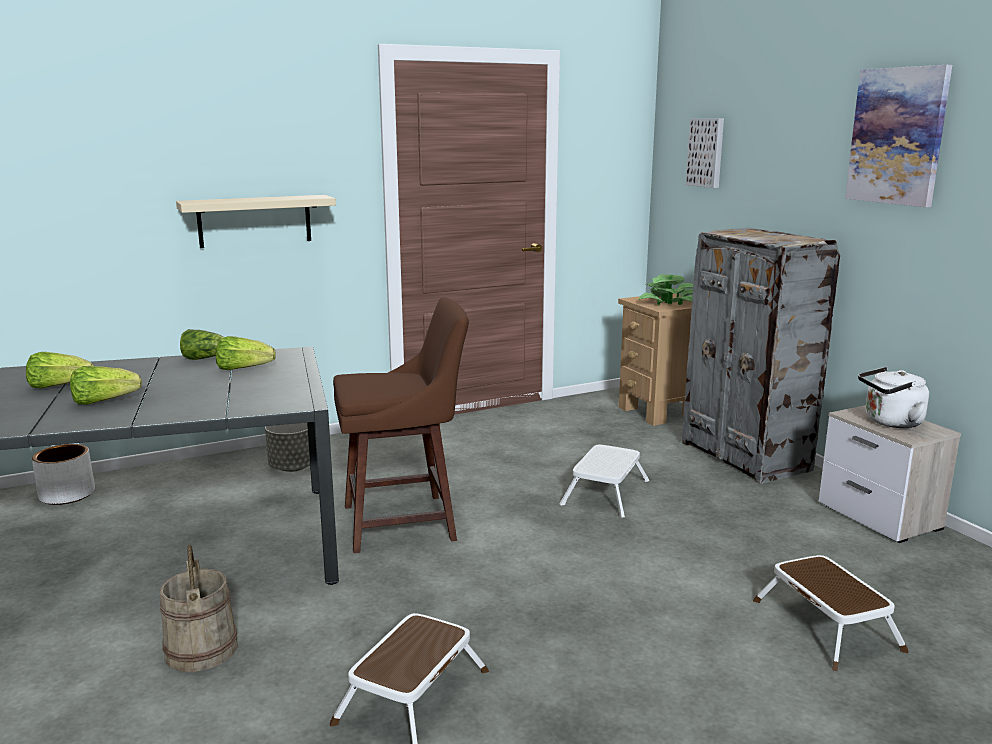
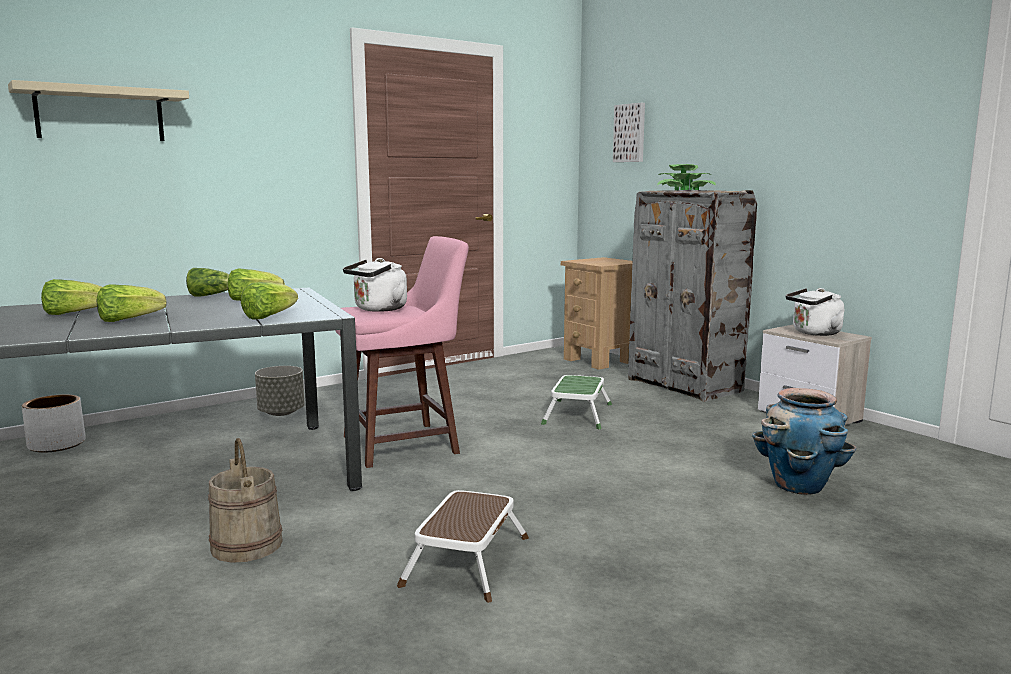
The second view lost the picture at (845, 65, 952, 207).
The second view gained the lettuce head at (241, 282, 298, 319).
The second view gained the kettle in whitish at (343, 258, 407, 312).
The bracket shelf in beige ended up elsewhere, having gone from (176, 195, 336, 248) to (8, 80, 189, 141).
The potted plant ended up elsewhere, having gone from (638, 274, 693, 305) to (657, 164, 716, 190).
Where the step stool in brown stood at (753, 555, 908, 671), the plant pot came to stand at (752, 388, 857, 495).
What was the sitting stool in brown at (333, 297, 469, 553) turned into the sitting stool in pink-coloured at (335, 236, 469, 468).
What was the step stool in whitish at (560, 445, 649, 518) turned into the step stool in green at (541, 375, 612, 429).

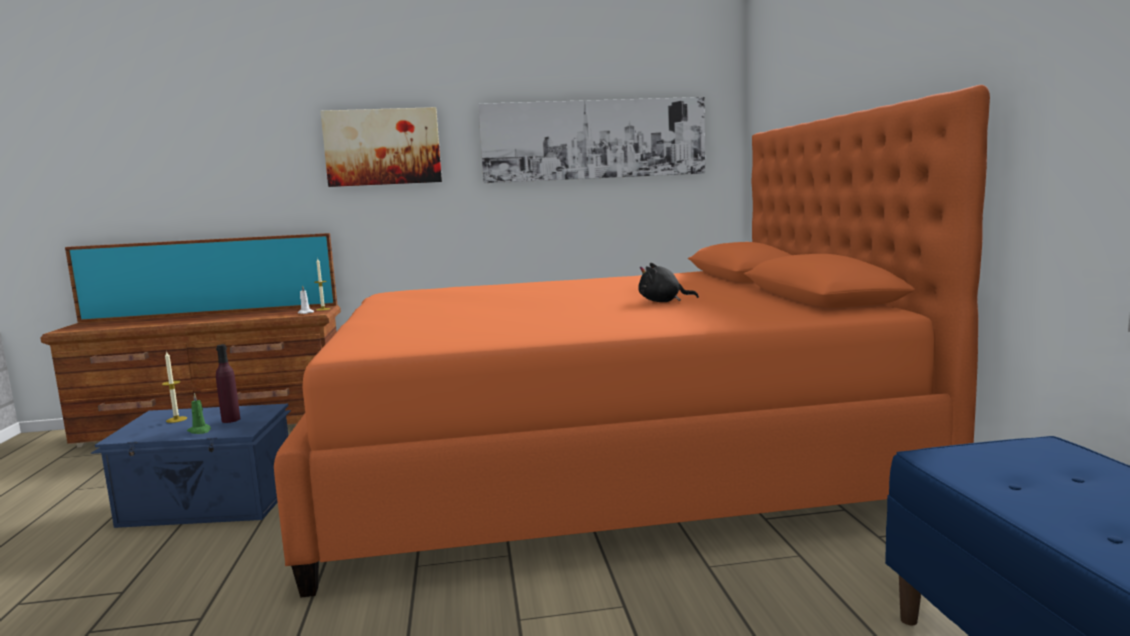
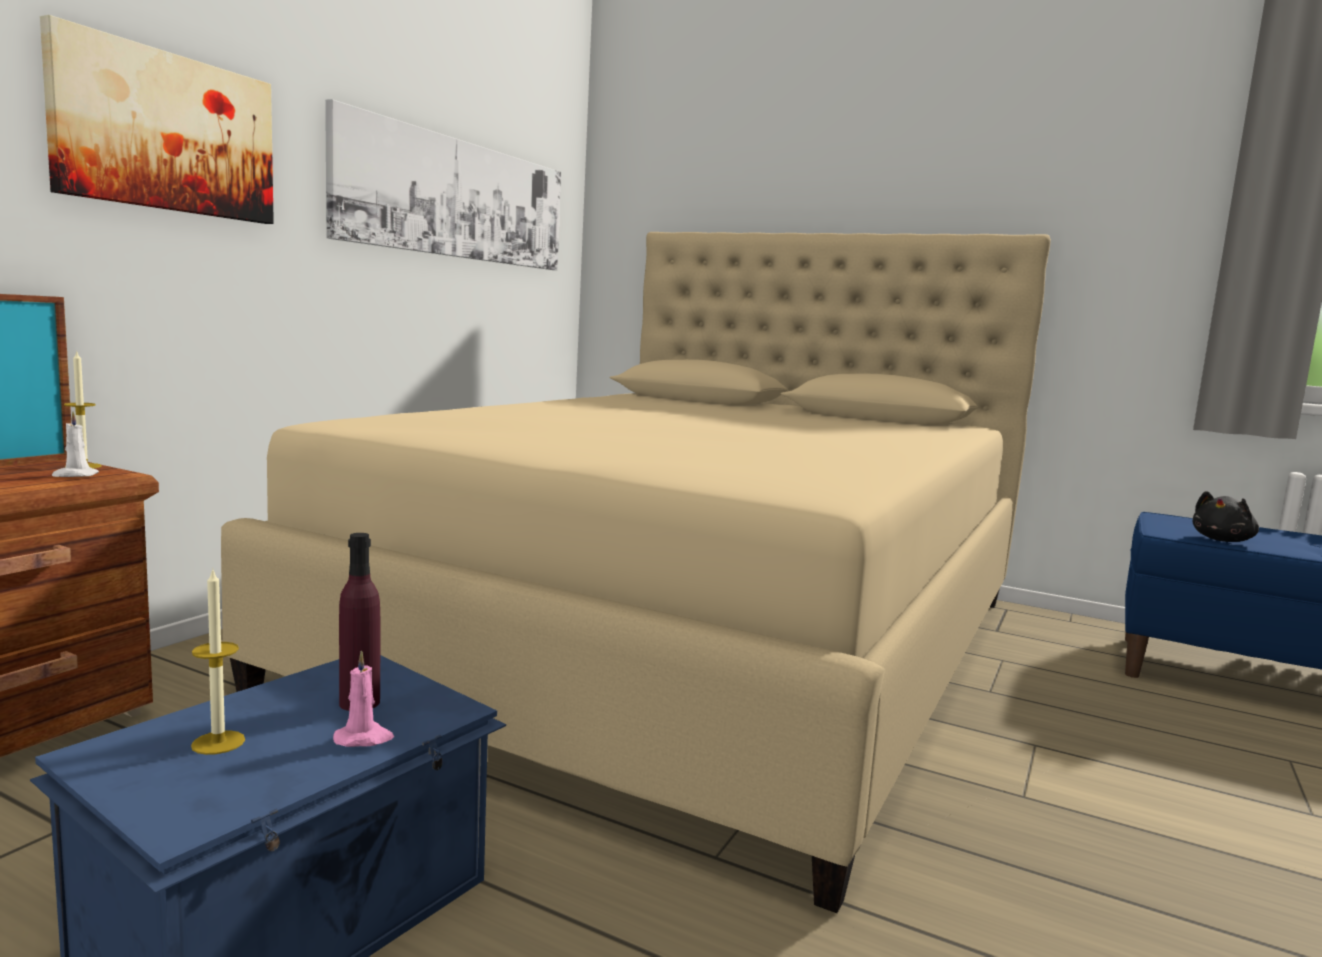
The plush toy in black ended up elsewhere, having gone from (638, 263, 699, 302) to (1192, 491, 1259, 542).
What was the wax candle in green at (187, 393, 211, 434) turned into the wax candle in pink-coloured at (333, 650, 394, 747).
What was the bed in orange at (274, 85, 990, 598) turned into the bed in beige at (221, 232, 1051, 913).

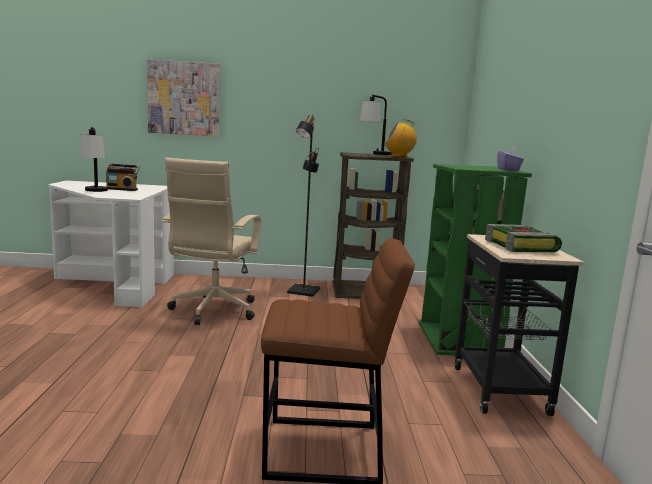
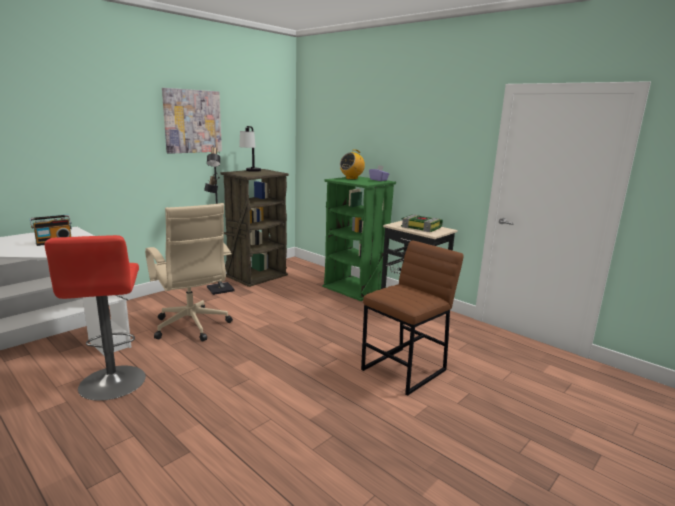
The second view lost the lamp for a table at (80, 127, 108, 192).
The second view gained the sitting stool in red-coloured at (45, 235, 146, 401).
The picture ended up elsewhere, having gone from (147, 59, 220, 137) to (162, 88, 222, 154).
The radio ended up elsewhere, having gone from (385, 119, 417, 157) to (340, 149, 365, 179).

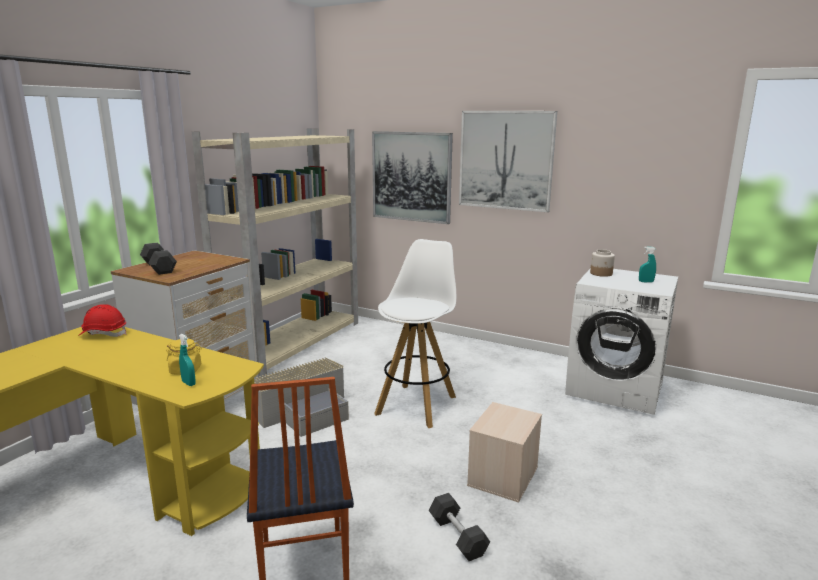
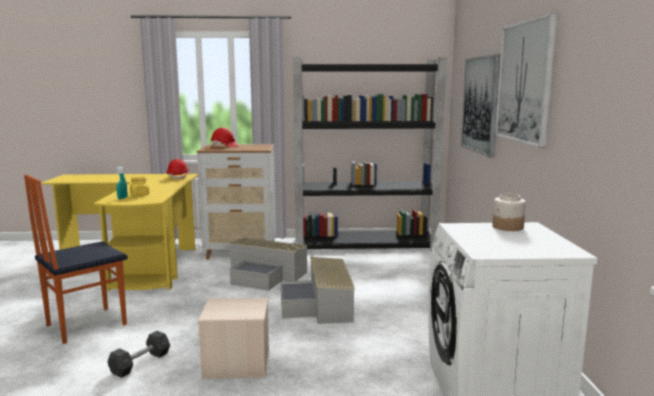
The second view lost the spray bottle in turquoise at (639, 247, 656, 283).
Where the dumbbell in grey stood at (140, 242, 177, 275), the hard hat in red-coloured came to stand at (211, 128, 238, 147).
Where the sitting stool in whitish stood at (374, 239, 456, 428), the storage box in grey came to stand at (281, 257, 355, 324).
What was the bookshelf in beige at (192, 128, 358, 378) turned into the bookshelf in black at (293, 57, 447, 251).

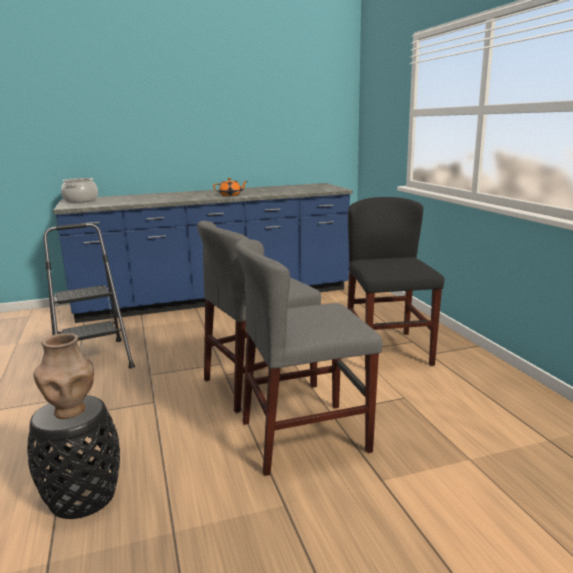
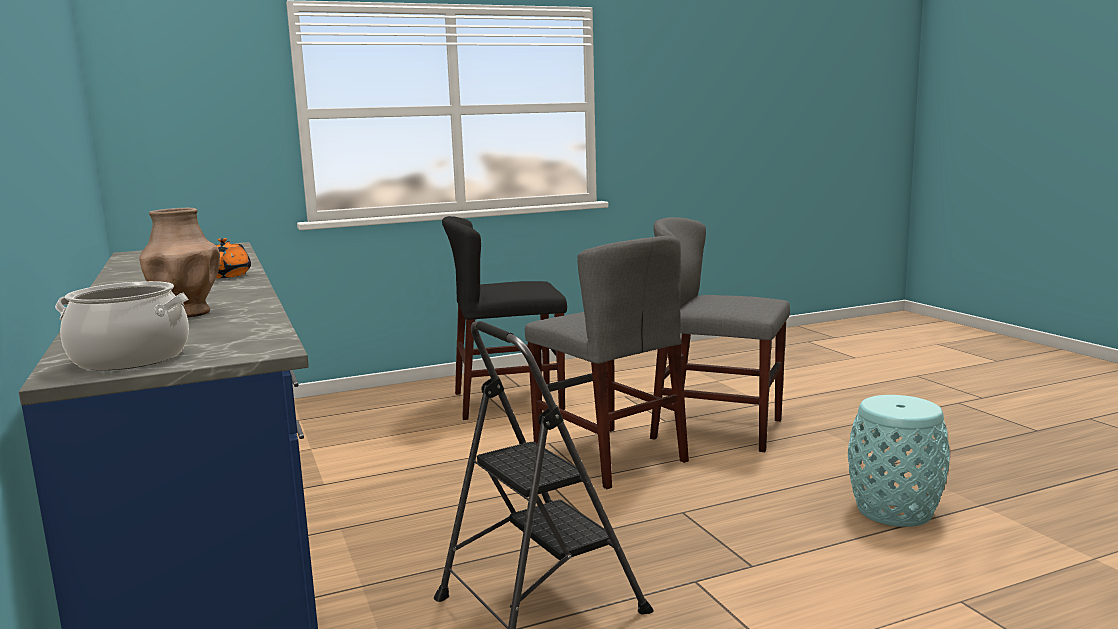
The vase in brown ended up elsewhere, having gone from (33, 333, 94, 419) to (139, 208, 220, 317).
What was the sitting stool in black at (28, 395, 120, 519) turned into the sitting stool in turquoise at (848, 395, 950, 527).
The plain chair in grey at (235, 239, 383, 476) ended up facing another way, 135 degrees clockwise from before.

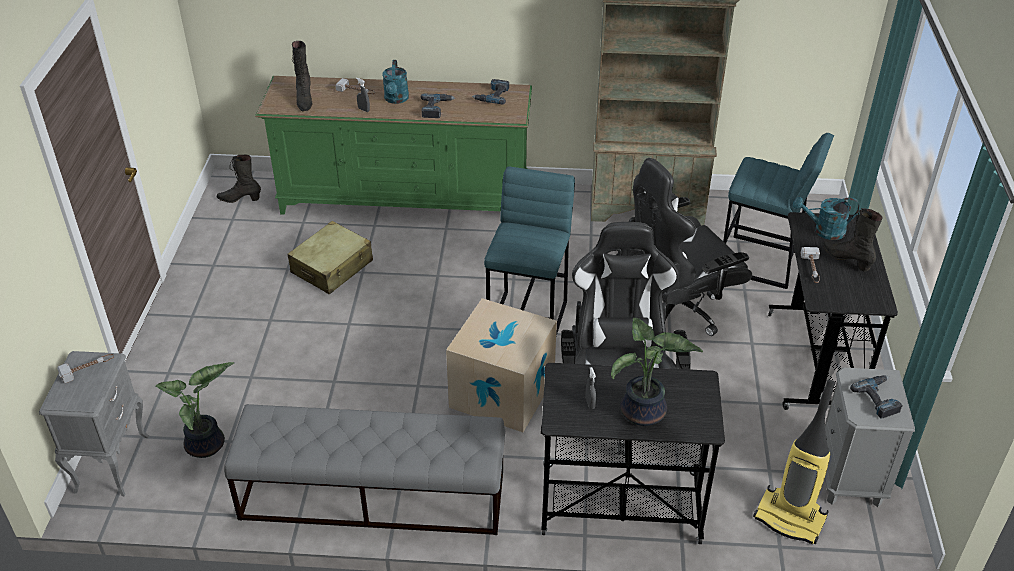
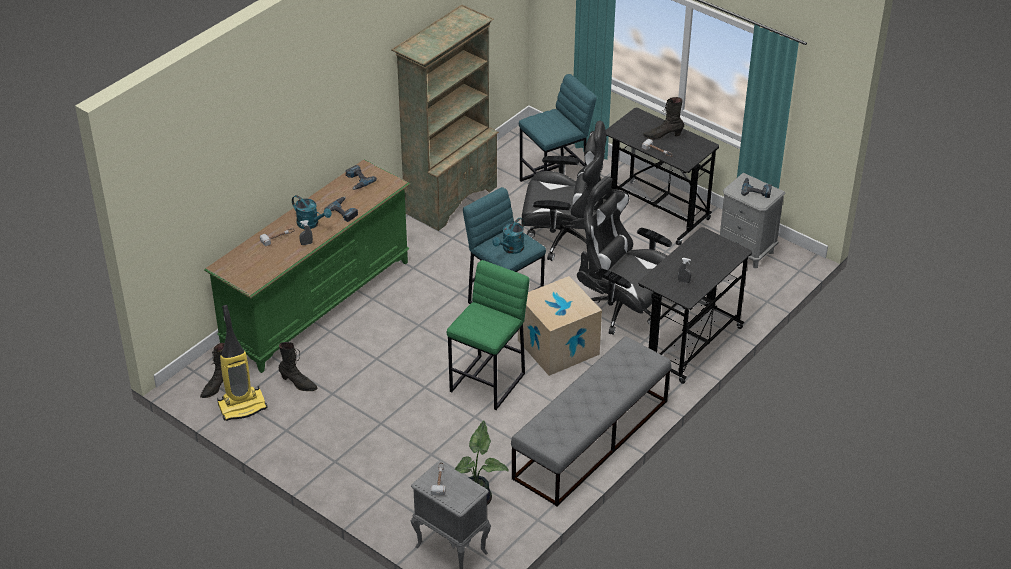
The second view lost the travel case in beige at (288, 221, 373, 295).
The second view lost the potted plant at (611, 318, 703, 426).
The second view gained the sitting stool in green at (447, 260, 529, 410).
The high-top boot in black ended up elsewhere, having gone from (292, 41, 313, 112) to (279, 342, 317, 391).
The vacuum cleaner ended up elsewhere, having gone from (753, 379, 835, 544) to (217, 305, 268, 421).
The sprinkling can in turquoise ended up elsewhere, having gone from (793, 197, 859, 240) to (492, 218, 524, 254).
The desk chair in black at (629, 158, 752, 336) ended up facing another way, 90 degrees counterclockwise from before.

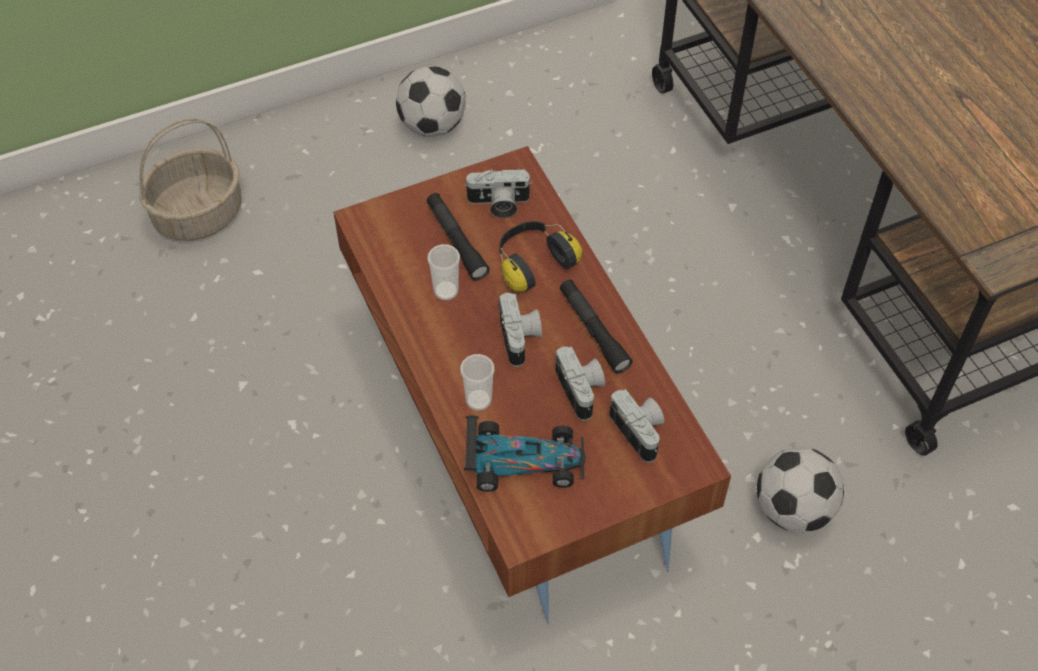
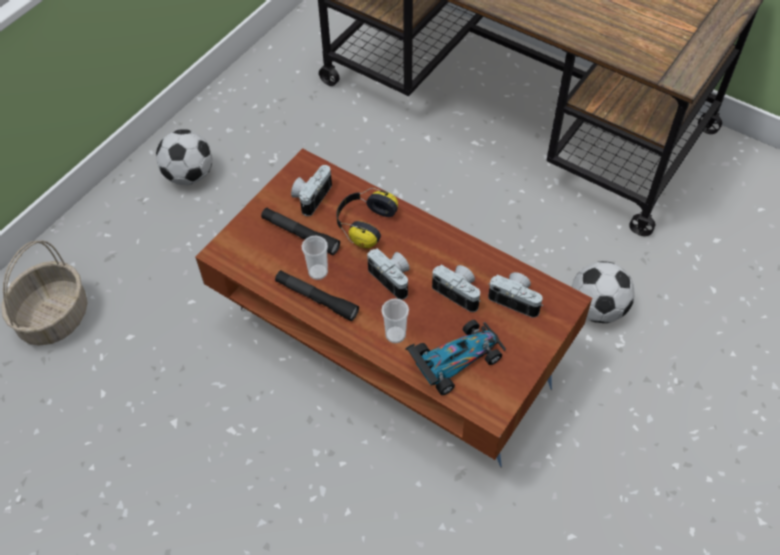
The torch in black ended up elsewhere, having gone from (560, 280, 633, 374) to (275, 270, 359, 321).
The still camera at (464, 169, 532, 218) ended up facing another way, 150 degrees clockwise from before.

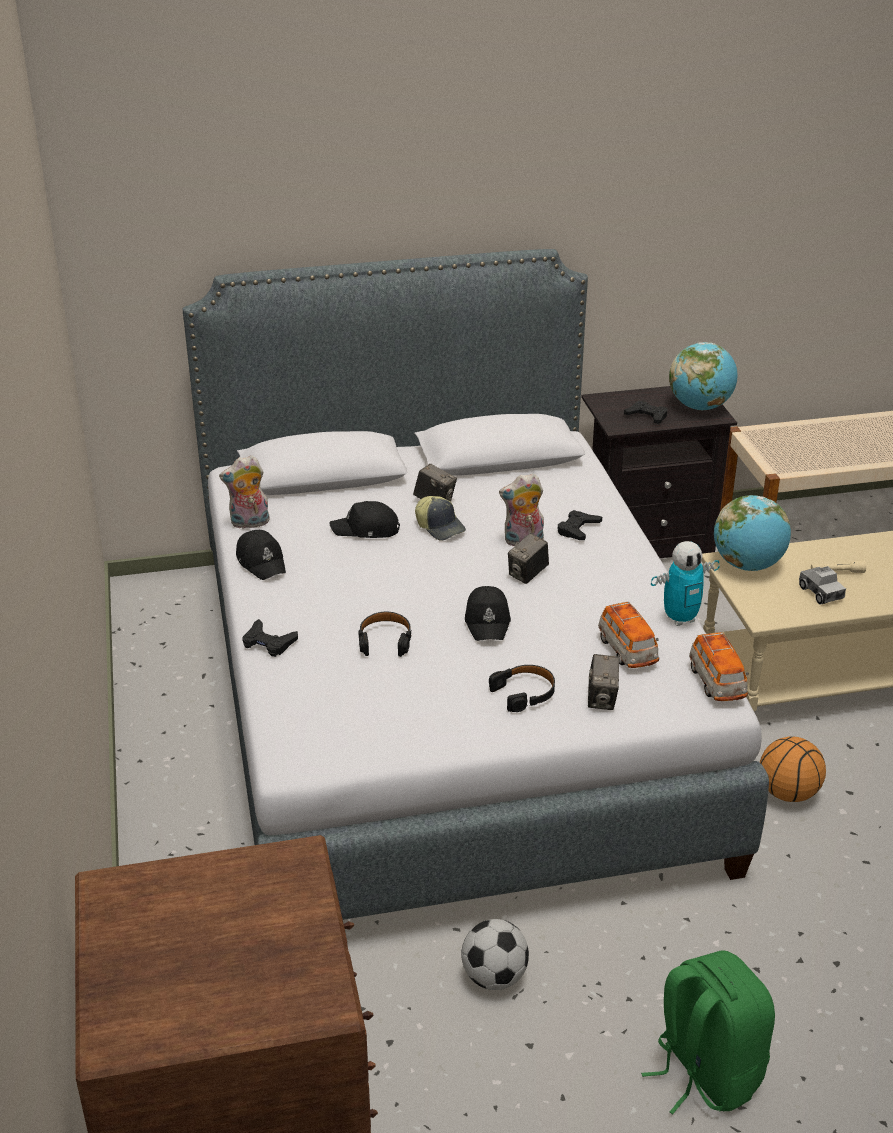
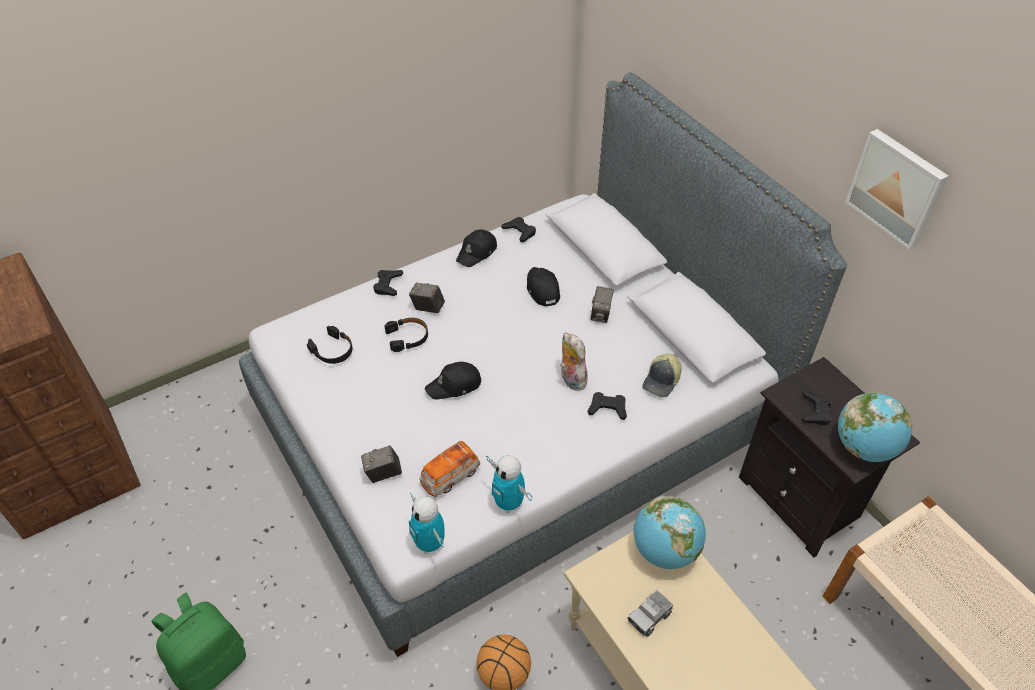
The second view lost the ball for football at (461, 919, 529, 990).
The second view lost the torch in beige at (811, 560, 866, 573).
The second view gained the picture at (845, 129, 949, 250).
The peaked cap ended up elsewhere, having gone from (415, 496, 466, 541) to (643, 354, 682, 397).
The headphones in black ended up elsewhere, having gone from (489, 665, 555, 712) to (307, 326, 352, 364).
The still camera ended up elsewhere, having gone from (508, 533, 549, 584) to (409, 282, 445, 314).
Where the plush toy stood at (219, 455, 270, 529), the game controller in black came to stand at (502, 217, 536, 242).
Where the toy car stood at (689, 632, 749, 701), the model robot came to stand at (409, 492, 445, 554).

